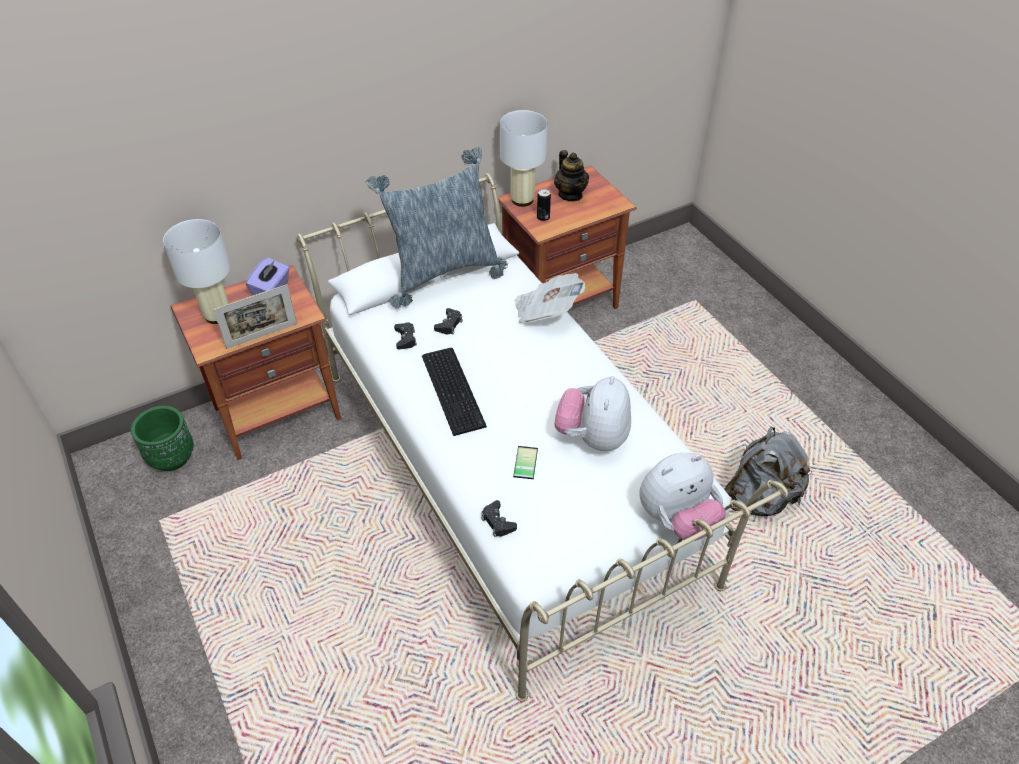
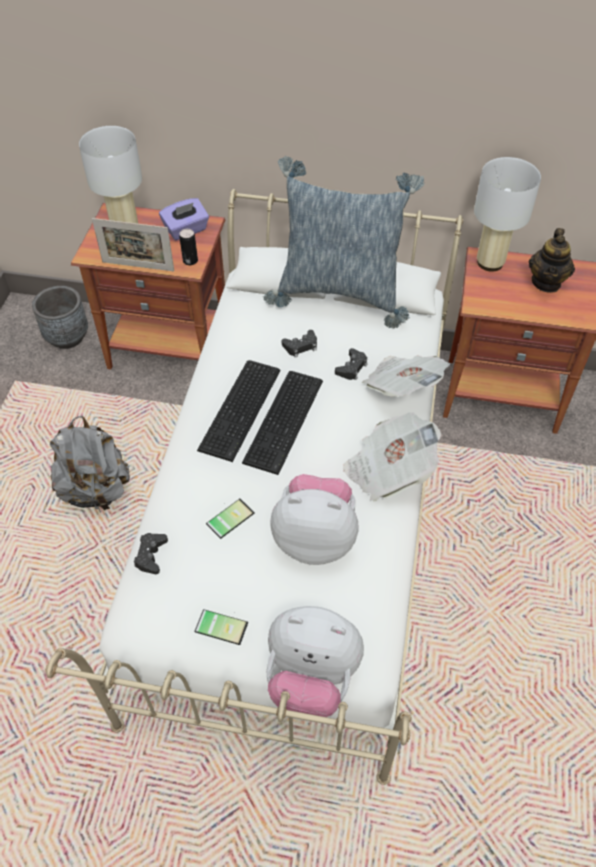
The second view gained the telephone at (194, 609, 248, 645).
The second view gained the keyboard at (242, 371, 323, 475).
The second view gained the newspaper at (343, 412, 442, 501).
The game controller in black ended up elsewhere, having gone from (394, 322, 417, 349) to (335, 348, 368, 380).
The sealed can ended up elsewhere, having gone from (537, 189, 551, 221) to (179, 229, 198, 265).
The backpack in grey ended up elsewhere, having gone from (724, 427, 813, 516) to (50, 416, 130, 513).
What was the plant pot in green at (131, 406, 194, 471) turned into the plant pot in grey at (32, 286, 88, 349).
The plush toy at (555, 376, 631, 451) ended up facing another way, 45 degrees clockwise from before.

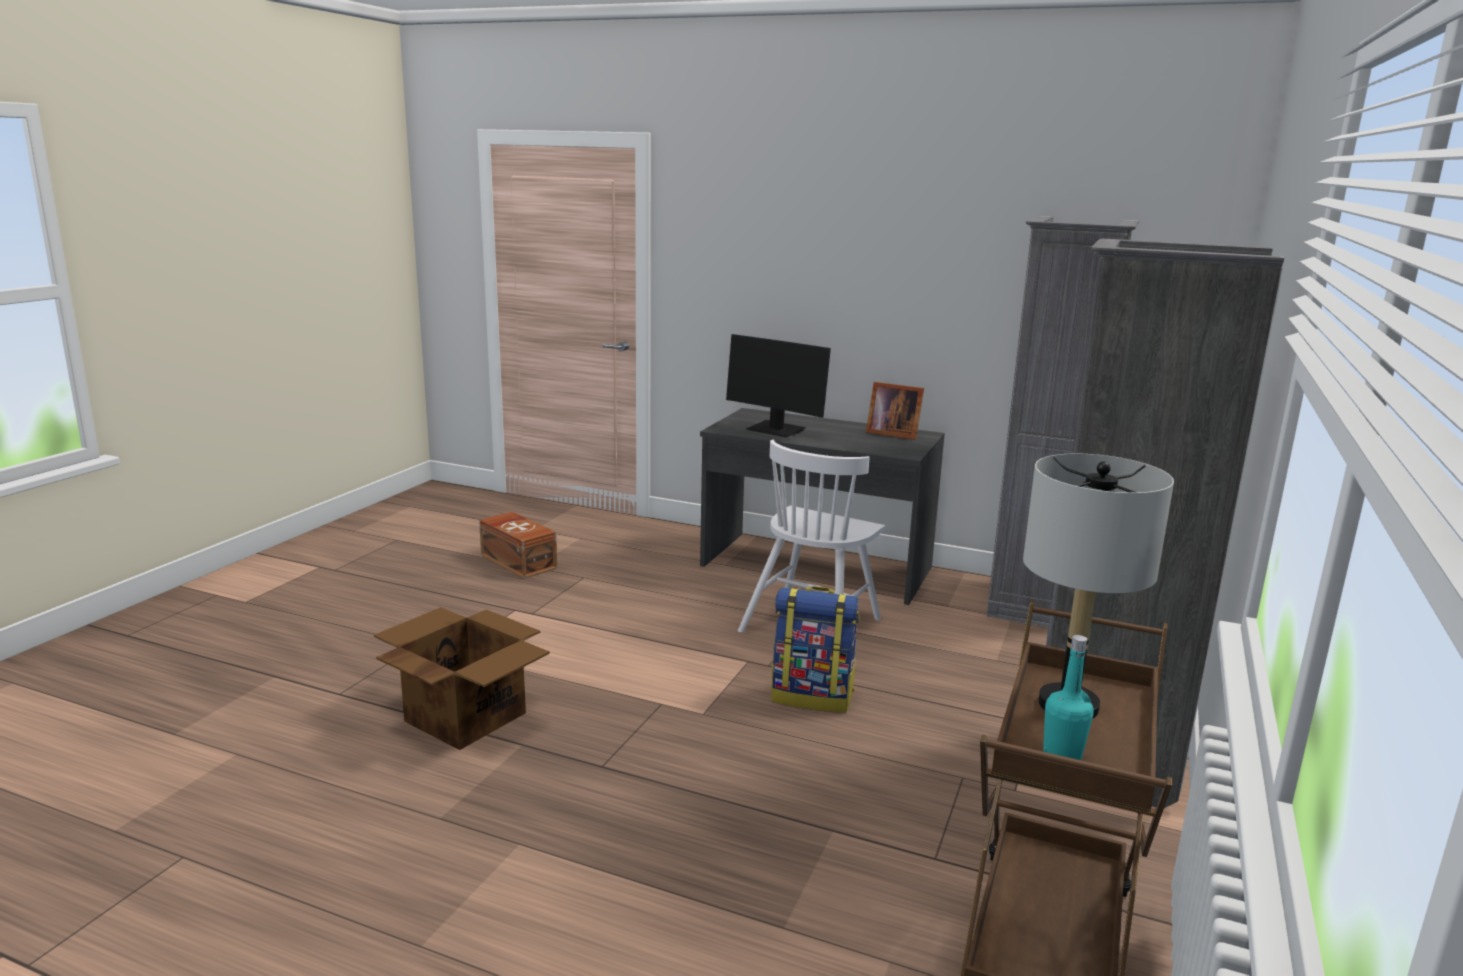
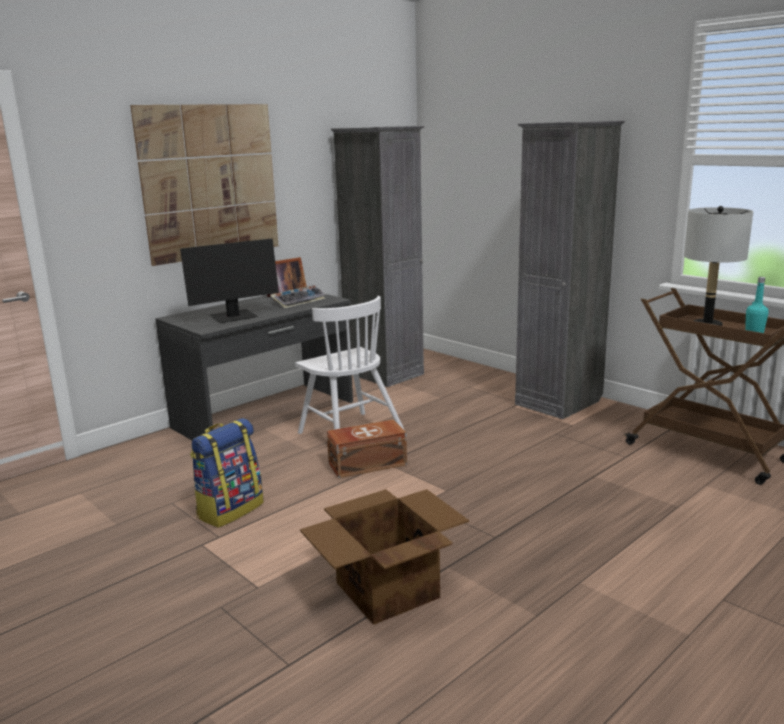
The second view gained the picture at (130, 104, 278, 266).
The second view gained the keyboard at (270, 285, 326, 308).
The storage box in brown ended up elsewhere, having gone from (479, 512, 557, 579) to (327, 419, 407, 478).
The backpack ended up elsewhere, having gone from (772, 586, 859, 713) to (190, 418, 264, 528).

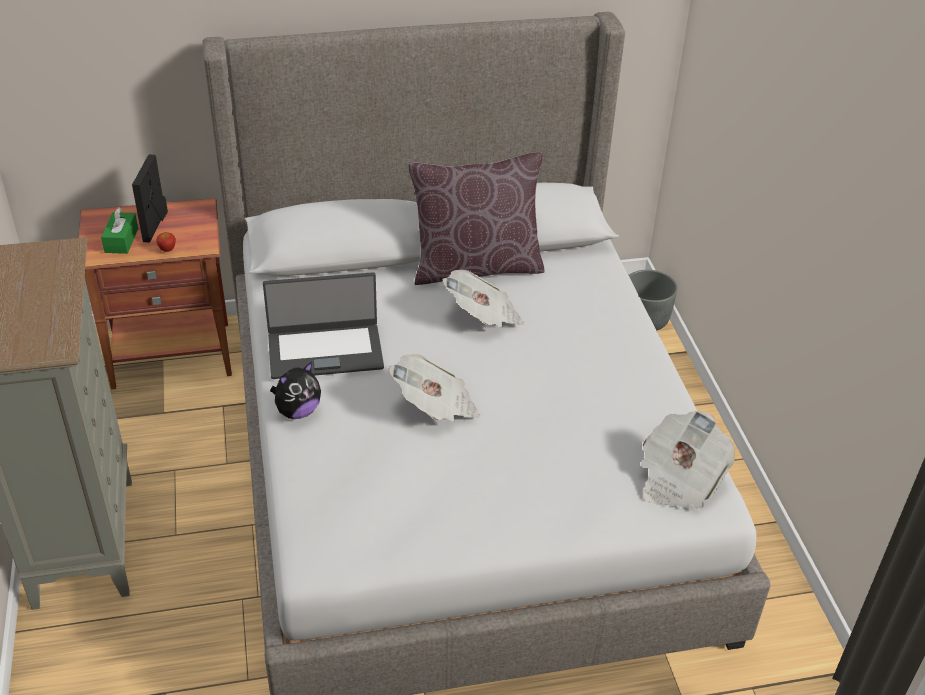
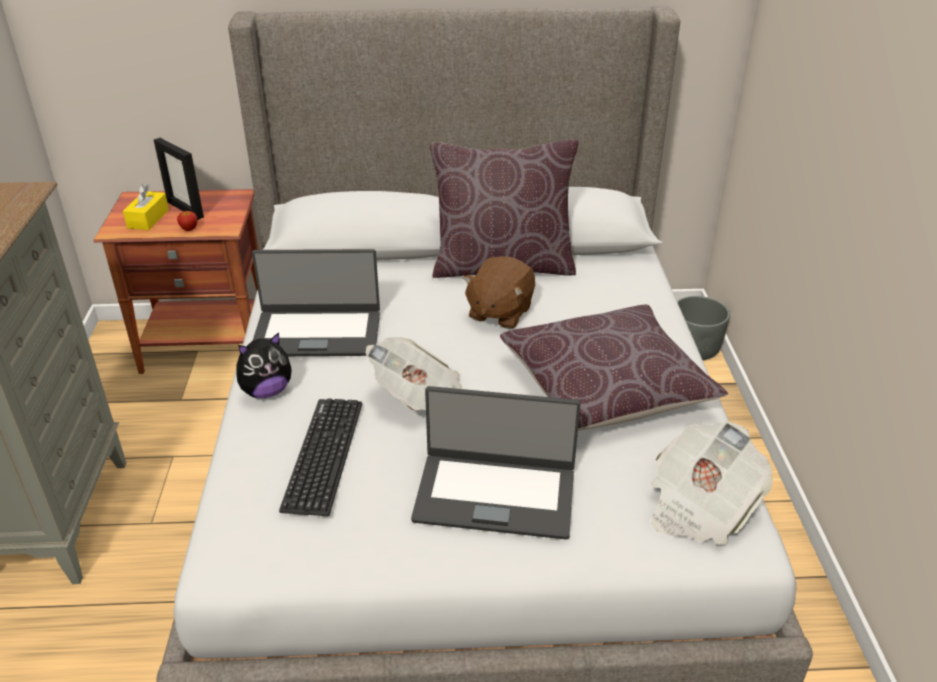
The second view gained the keyboard at (279, 398, 362, 516).
The second view gained the portable computer at (411, 386, 581, 539).
The second view gained the cushion in brown at (500, 305, 728, 431).
Where the newspaper stood at (442, 270, 525, 327), the plush toy in brown came to stand at (463, 256, 535, 329).
What was the tissue holder in green at (101, 207, 138, 254) turned into the tissue holder in yellow-coloured at (123, 184, 169, 230).
The standing frame at (132, 154, 168, 243) ended up facing another way, 60 degrees counterclockwise from before.

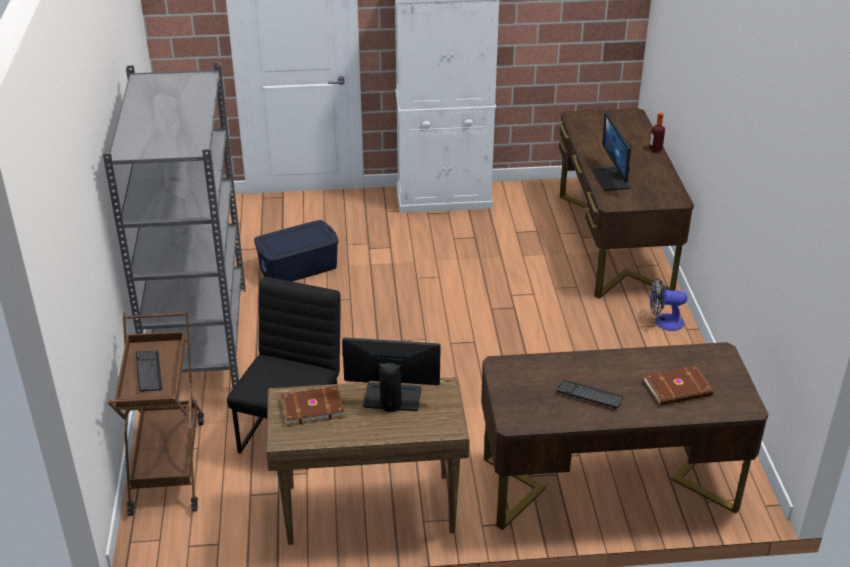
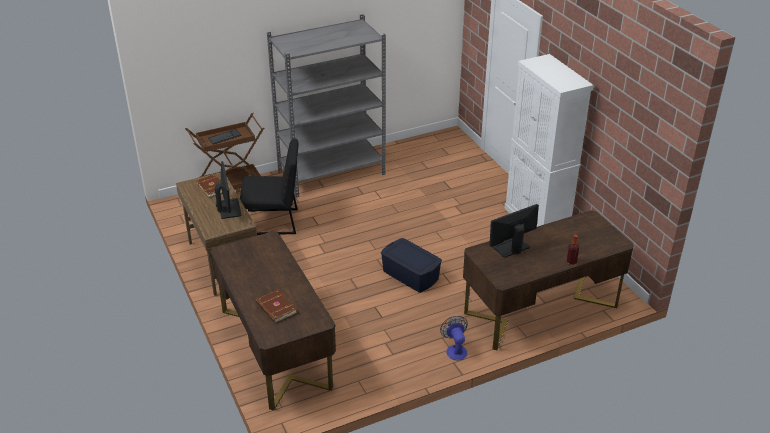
The second view lost the keyboard at (557, 380, 624, 409).
The storage box in blue ended up elsewhere, having gone from (254, 220, 339, 282) to (381, 238, 442, 293).

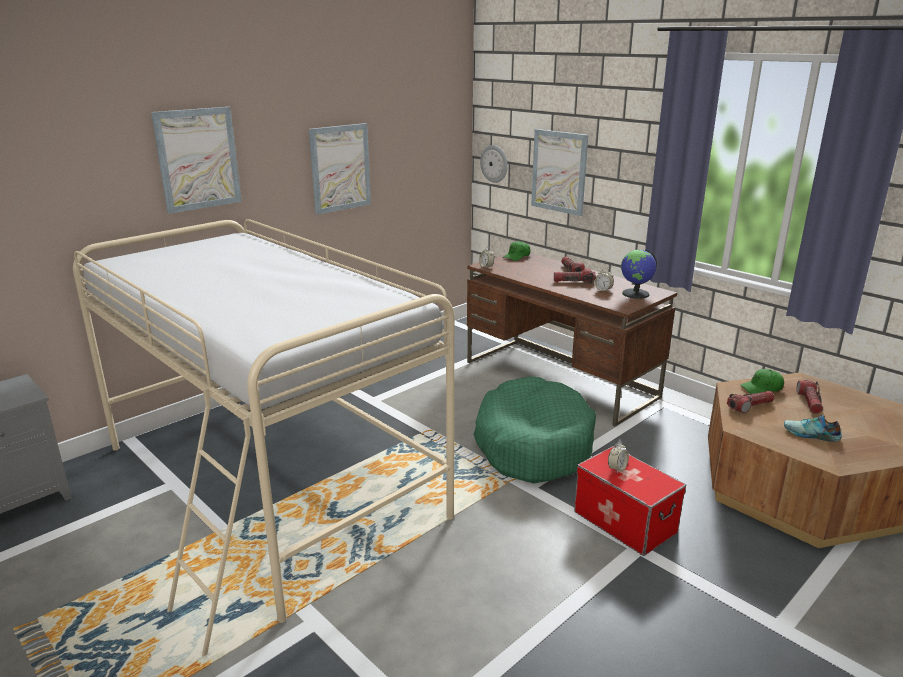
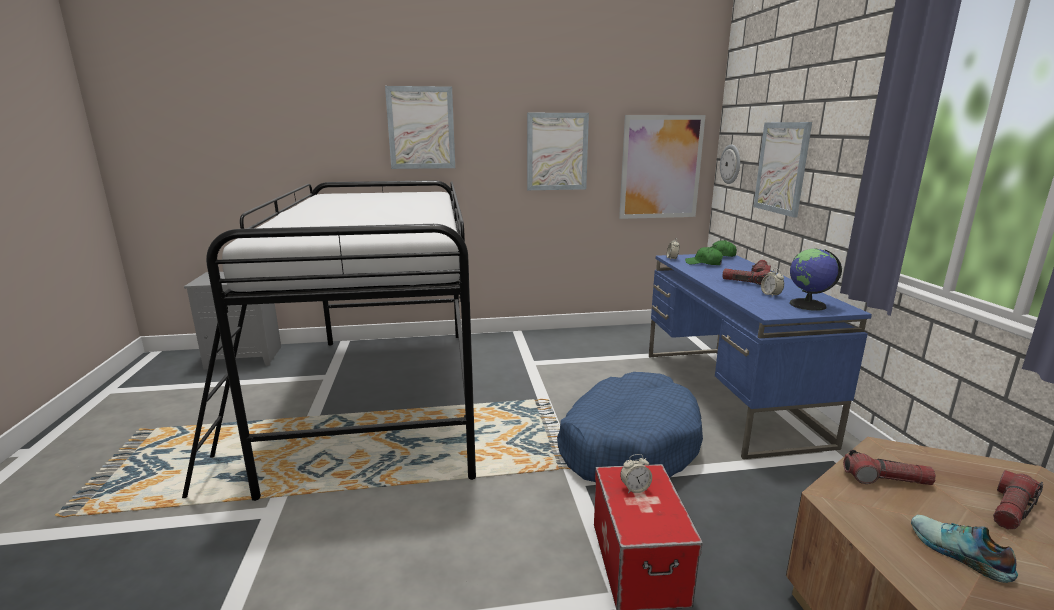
The second view gained the picture at (619, 115, 705, 219).
The peaked cap in green ended up elsewhere, having gone from (740, 369, 784, 394) to (685, 247, 723, 265).
What was the bed in beige at (73, 219, 454, 657) turned into the bed in black at (182, 180, 476, 501).
What was the desk table in brown at (467, 253, 677, 426) turned into the desk table in blue at (649, 254, 872, 459).
What was the pet bed in green at (473, 376, 596, 483) turned into the pet bed in blue at (557, 372, 703, 482).

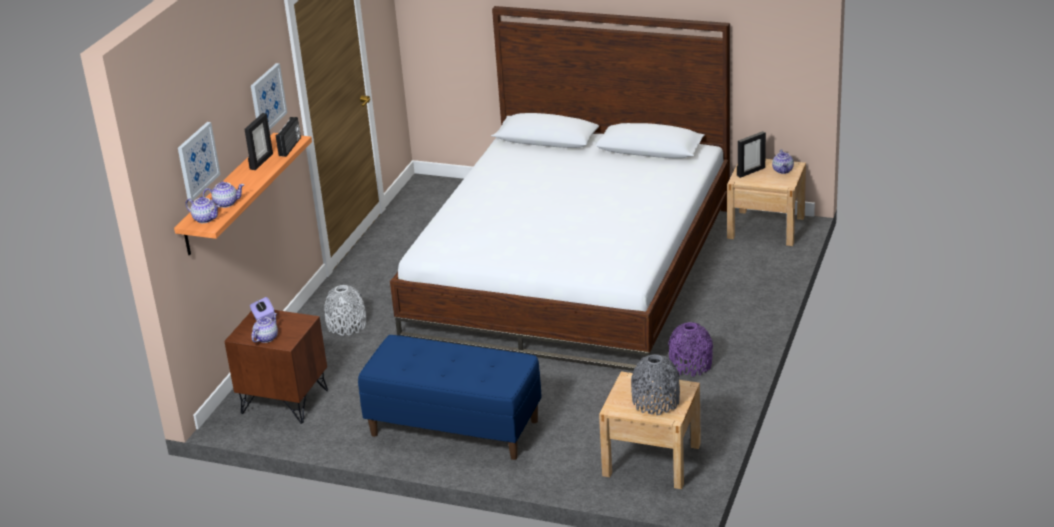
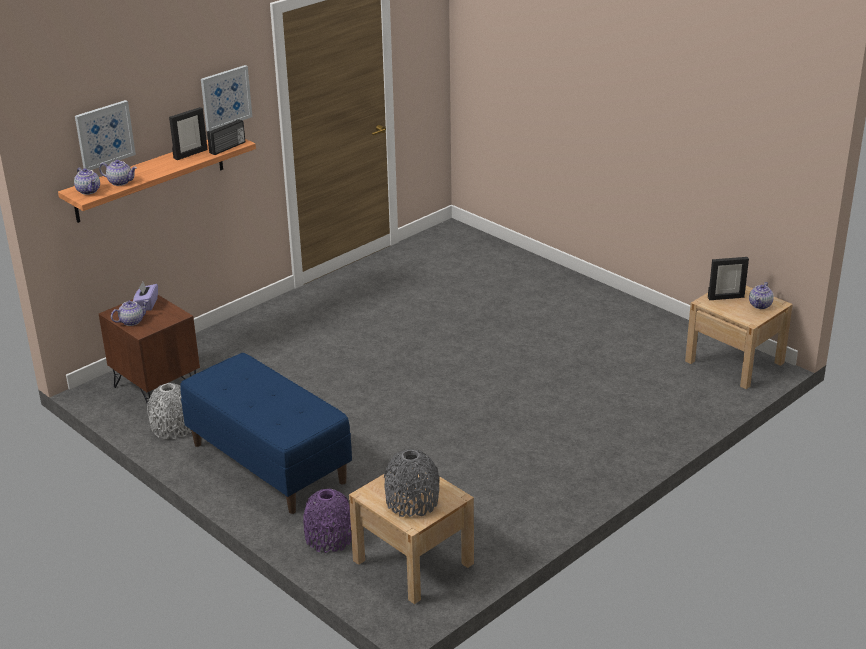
The second view lost the bed at (390, 6, 730, 371).
The vase in grey ended up elsewhere, having gone from (324, 285, 366, 336) to (147, 383, 192, 439).
The vase in purple-coloured ended up elsewhere, having gone from (668, 322, 713, 377) to (303, 489, 352, 553).

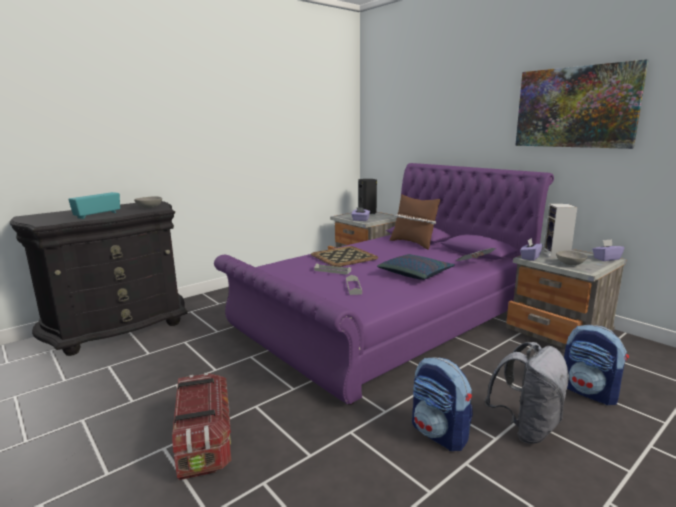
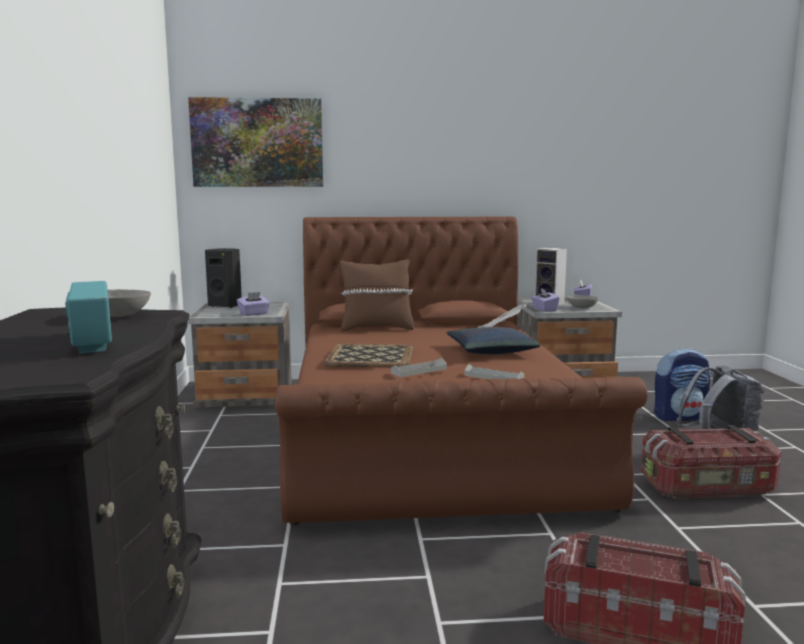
The picture ended up elsewhere, having gone from (515, 59, 649, 149) to (188, 97, 323, 187).
Where the backpack stood at (412, 357, 473, 451), the storage box came to stand at (641, 426, 782, 499).
What was the bed in purple-coloured at (214, 163, 554, 405) turned into the bed in brown at (275, 217, 648, 526).

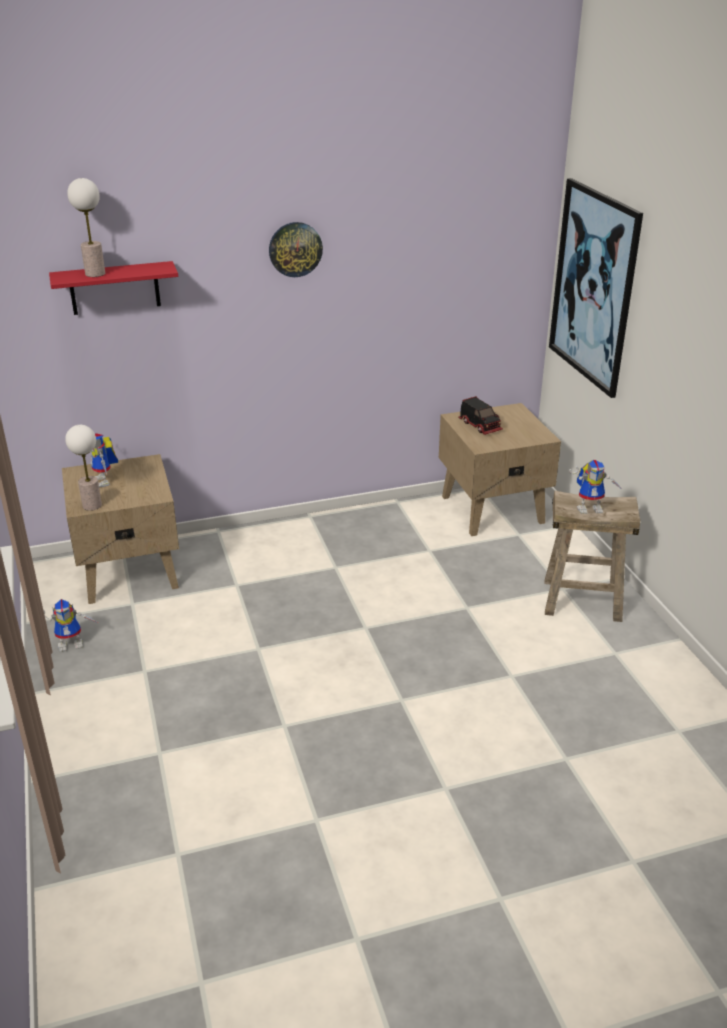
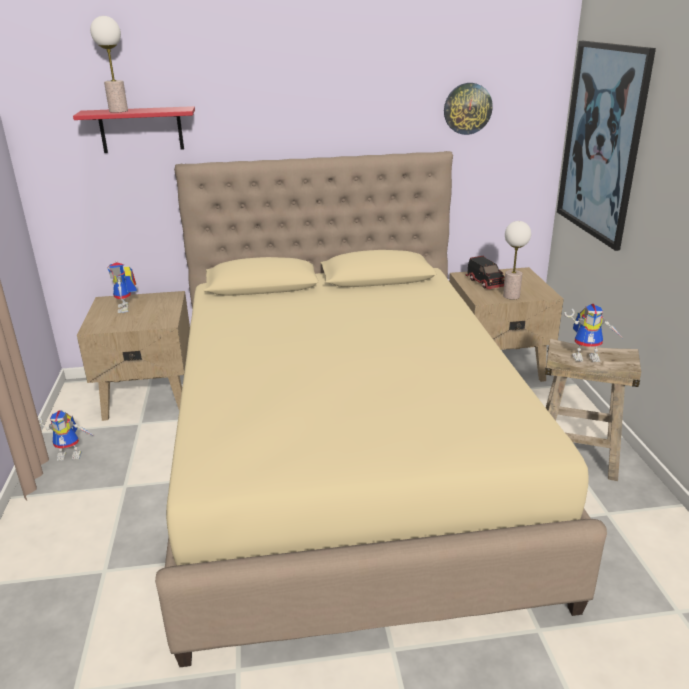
The second view gained the bed in beige at (155, 151, 607, 667).
The lamp for a table ended up elsewhere, having gone from (65, 425, 102, 511) to (503, 221, 531, 299).
The hanging clock ended up elsewhere, having gone from (269, 222, 323, 277) to (444, 83, 493, 135).

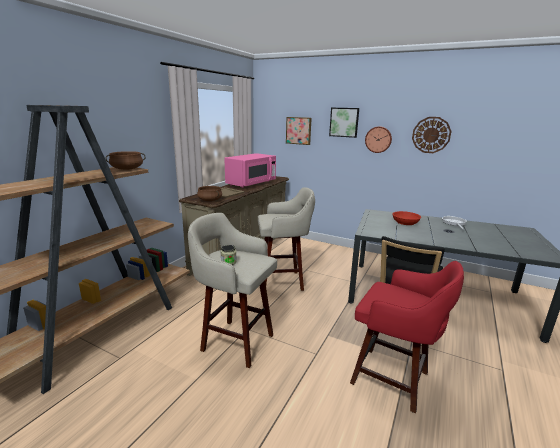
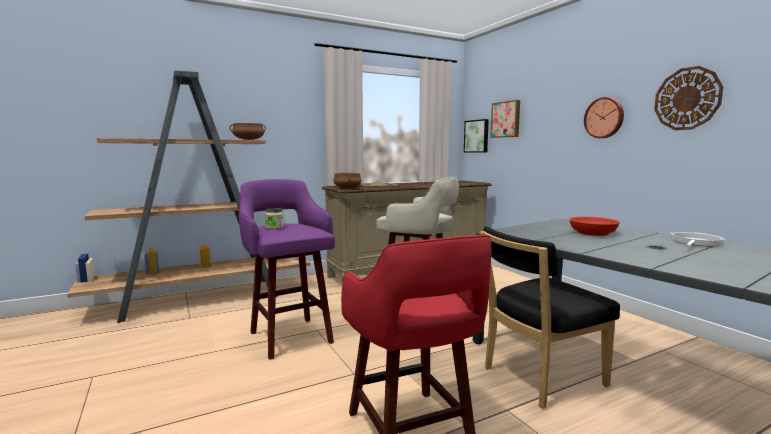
The second view lost the kitchen microwave in pink-coloured at (224, 153, 276, 188).
The picture ended up elsewhere, having gone from (329, 108, 359, 138) to (464, 119, 489, 153).
What was the sitting stool in beige at (188, 213, 277, 368) turned into the sitting stool in purple-coloured at (239, 179, 335, 360).

